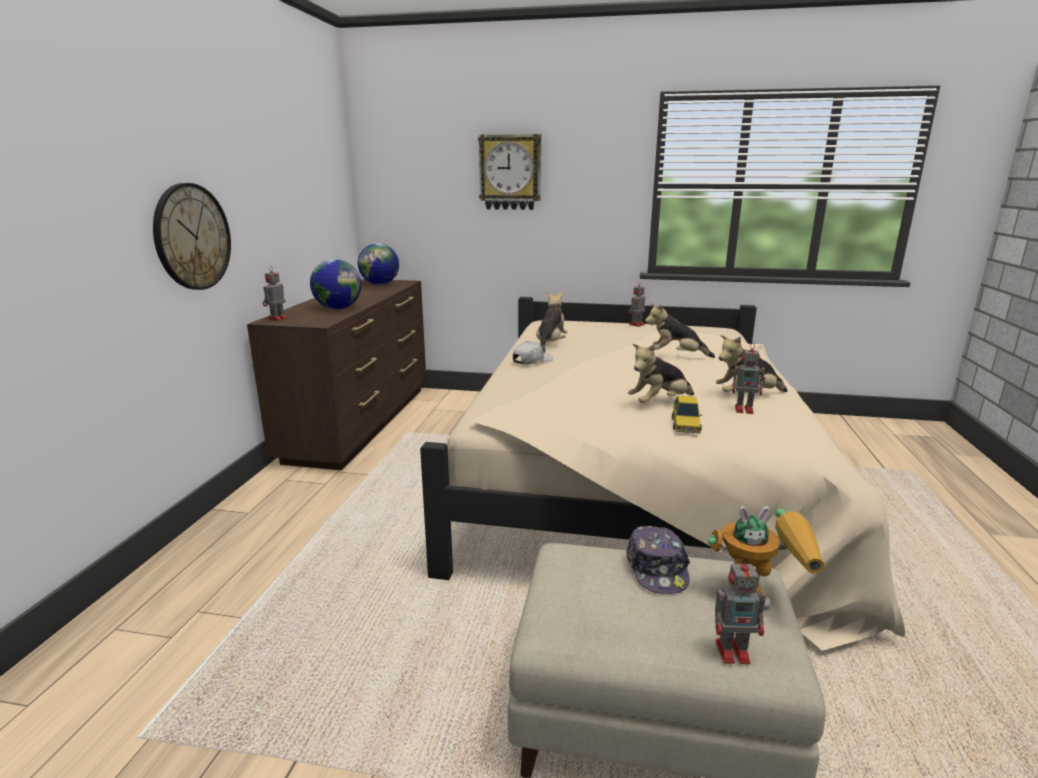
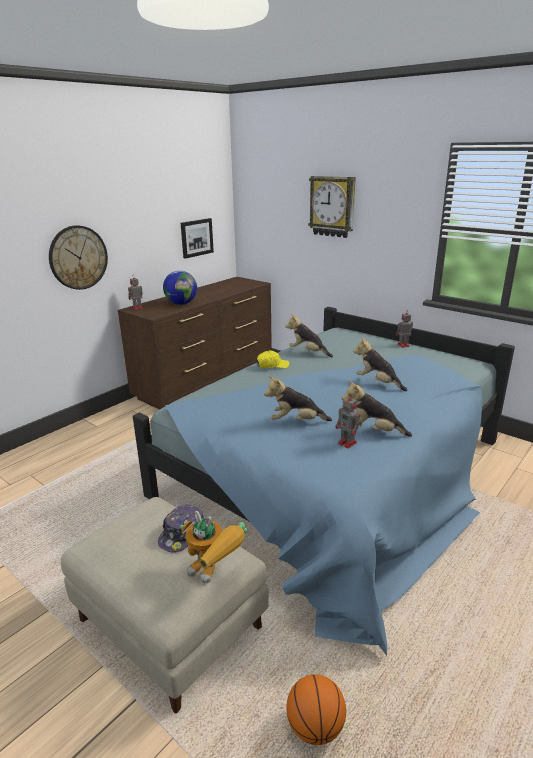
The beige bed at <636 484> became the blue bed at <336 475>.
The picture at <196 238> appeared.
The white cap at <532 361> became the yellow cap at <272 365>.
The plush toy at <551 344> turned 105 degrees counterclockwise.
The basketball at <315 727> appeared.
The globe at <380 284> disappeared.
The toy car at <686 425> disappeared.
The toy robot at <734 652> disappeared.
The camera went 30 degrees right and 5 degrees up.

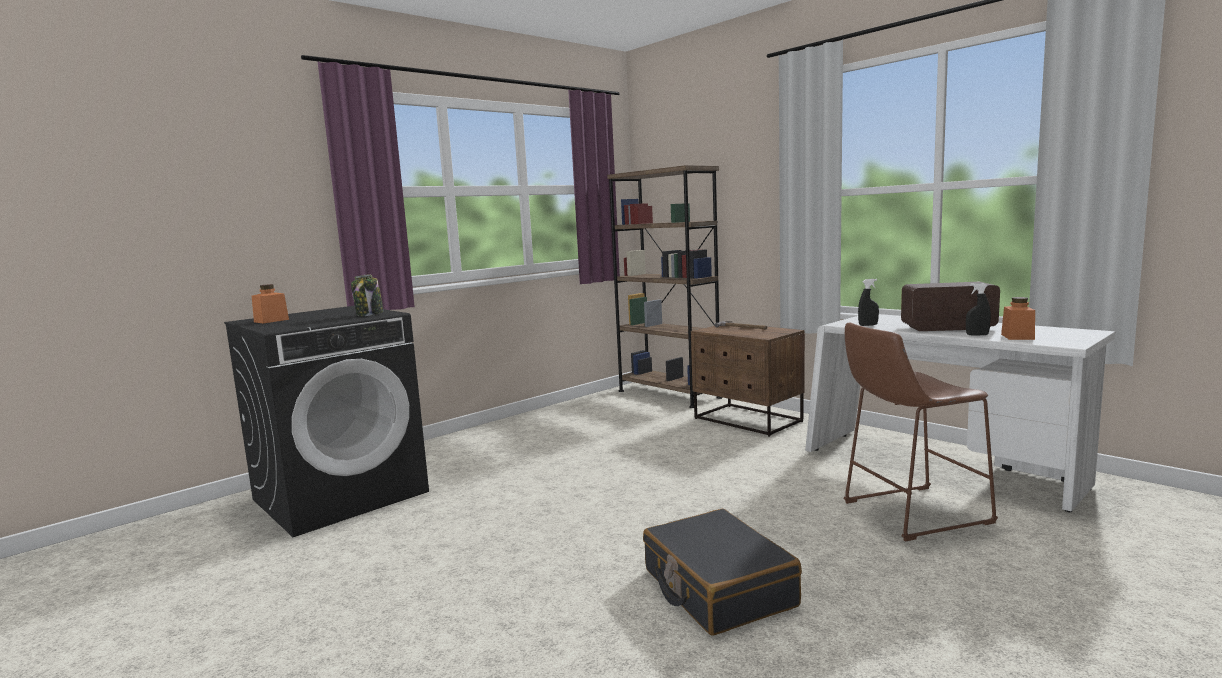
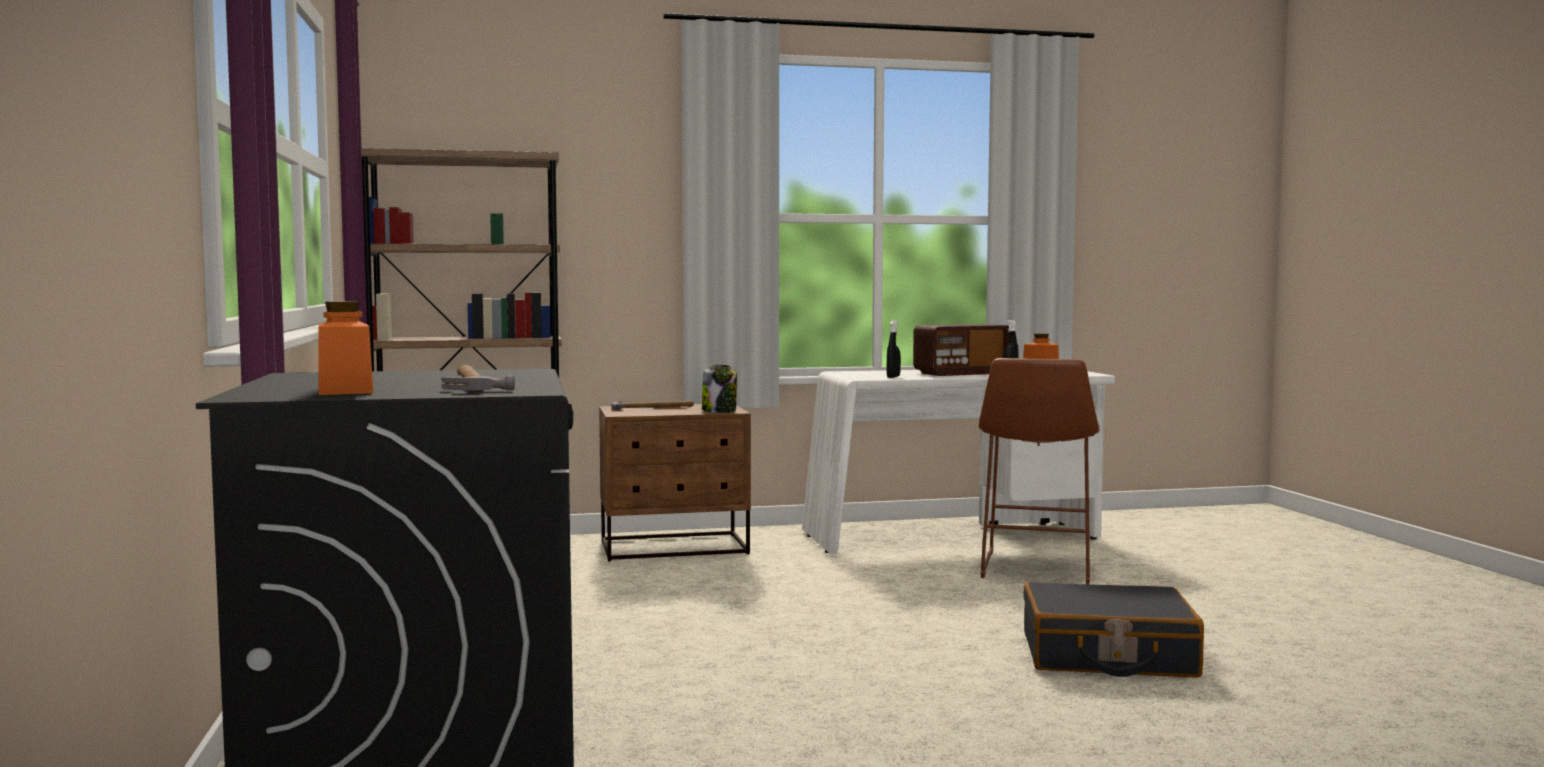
The hammer at <471 384> appeared.
The jar moved from <370 314> to <719 411>.
The radio at <948 327> turned 150 degrees counterclockwise.
The camera went 60 degrees left and 5 degrees down.

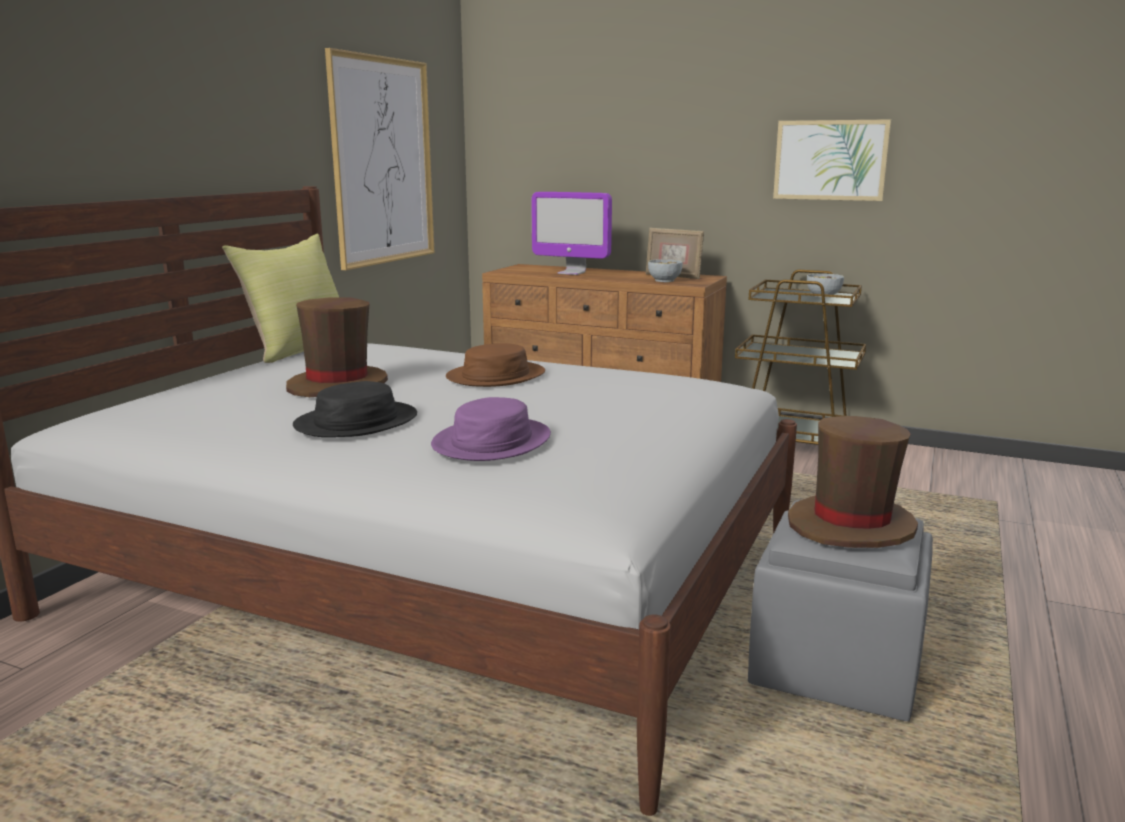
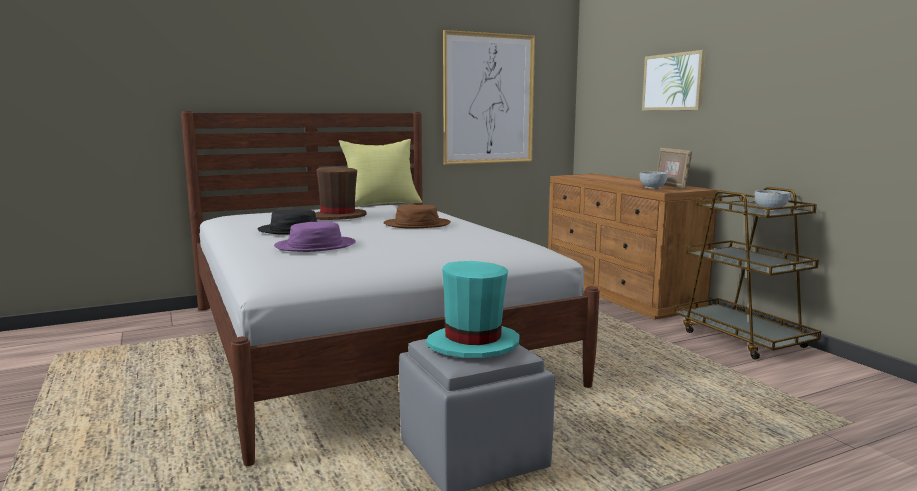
The brown hat at <851 525> became the turquoise hat at <473 344>.
The picture moved from <830 160> to <673 82>.
The monitor at <571 273> disappeared.
The camera went 40 degrees right and 5 degrees down.

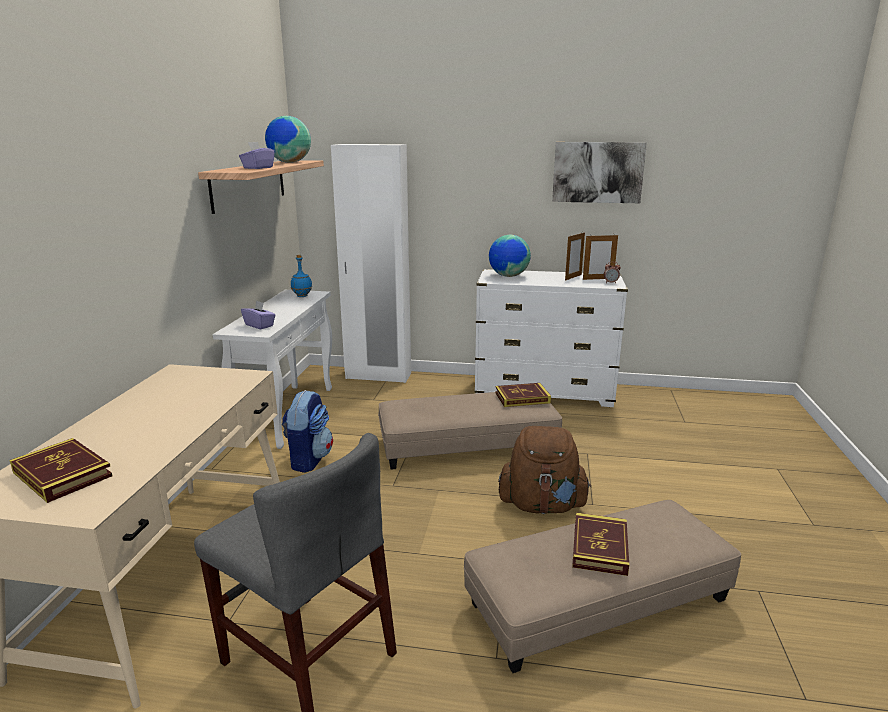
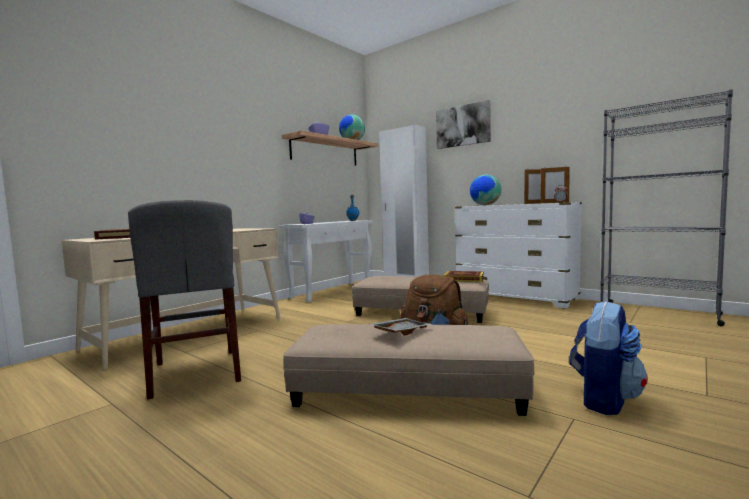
The book at <600 547> was replaced by the grey tray at <400 332>.
The picture moved from <597 172> to <463 125>.
The backpack moved from <308 459> to <604 399>.
The grey bookcase at <658 313> appeared.
The camera went 30 degrees right and 15 degrees down.

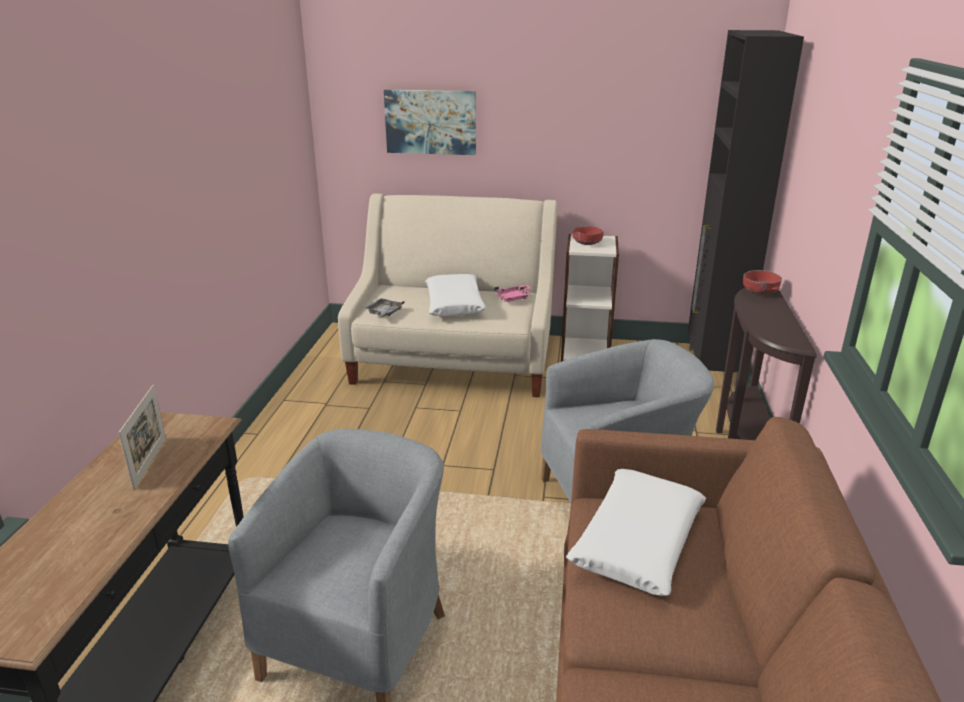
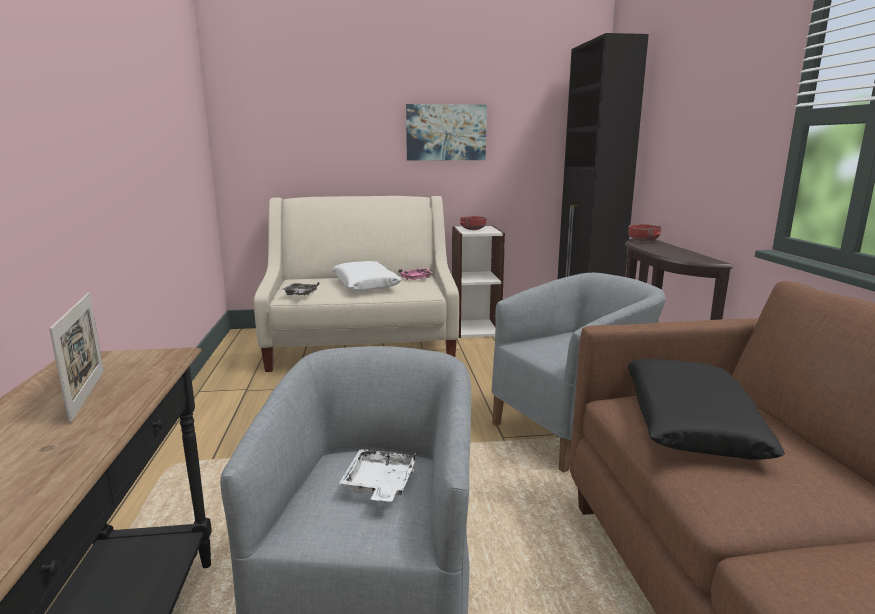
The white tray at <379 485> appeared.
The picture moved from <430 122> to <446 132>.
The white pillow at <637 542> became the black pillow at <689 422>.
The camera went 15 degrees left and 10 degrees down.

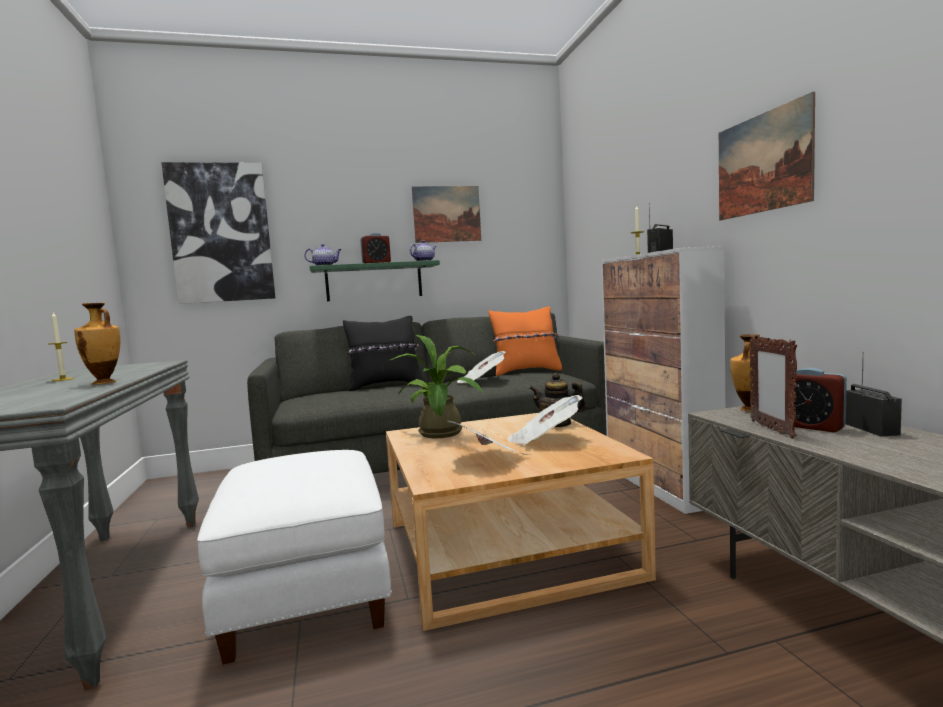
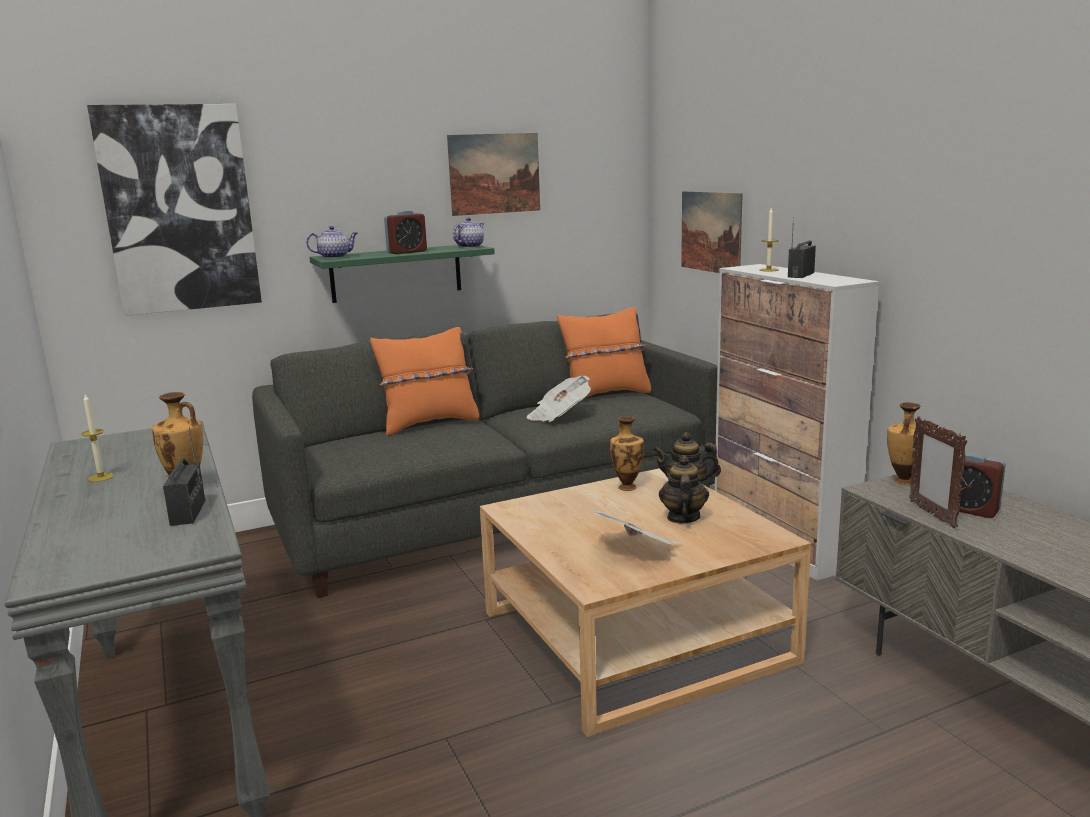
The radio moved from <871 429> to <188 513>.
The black pillow at <385 385> became the orange pillow at <429 423>.
The vase at <627 487> appeared.
The newspaper at <544 440> was replaced by the teapot at <683 518>.
The picture moved from <762 163> to <711 232>.
The white ottoman at <305 592> disappeared.
The potted plant at <441 435> disappeared.
The camera went 10 degrees left and 10 degrees up.

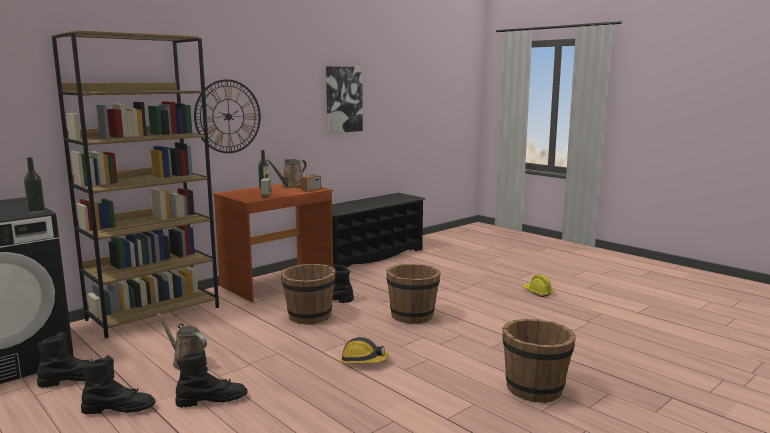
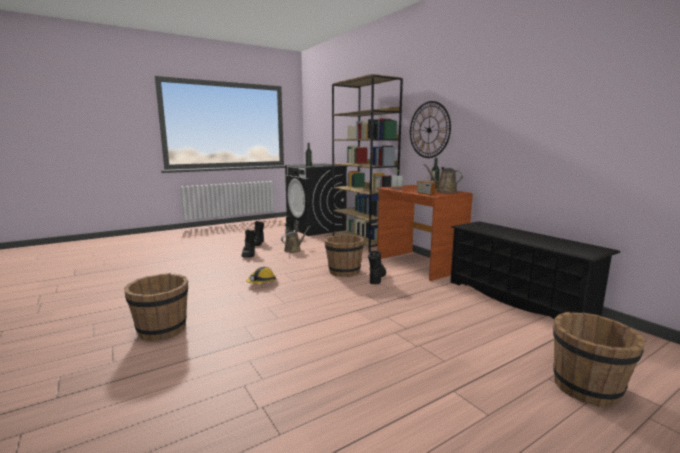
The brown bucket moved from <412 316> to <587 388>.
The picture at <343 99> disappeared.
The yellow hard hat at <537 292> disappeared.
The camera went 100 degrees right and 0 degrees up.

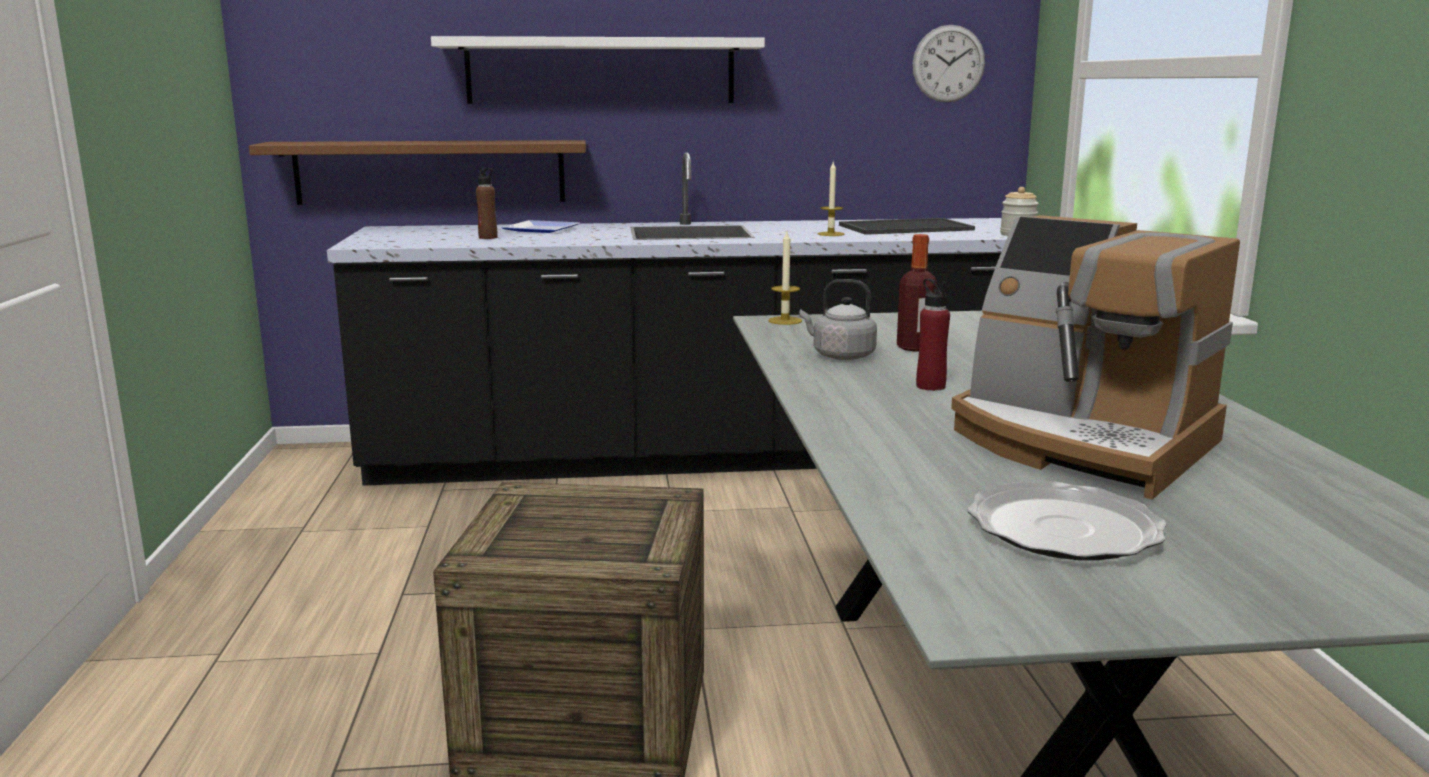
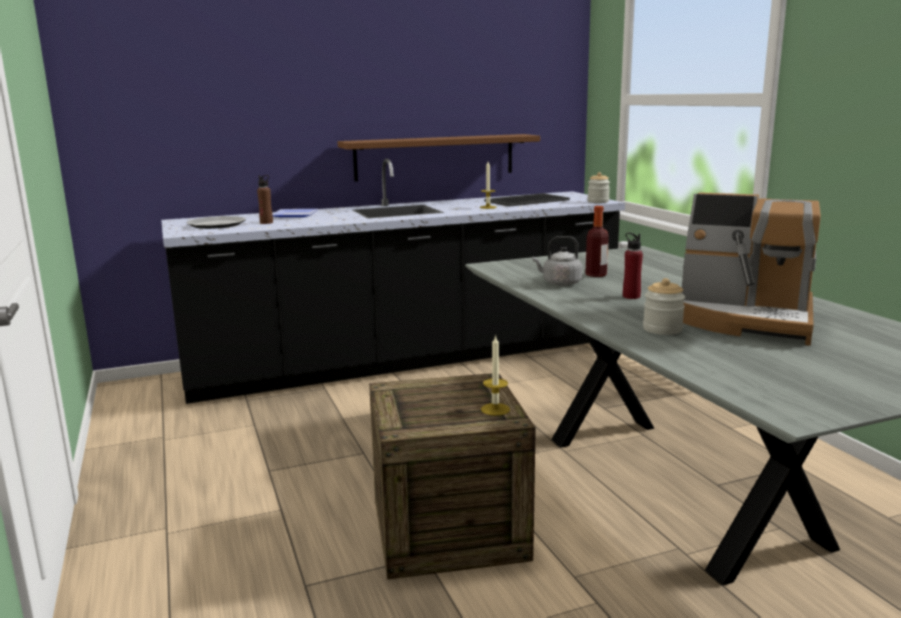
The plate moved from <1063 529> to <216 225>.
The brown shelf moved from <430 172> to <435 157>.
The candle moved from <785 321> to <495 409>.
The jar at <662 329> appeared.
The white shelf at <601 71> disappeared.
The wall clock at <948 64> disappeared.
The camera went 15 degrees left and 0 degrees up.

